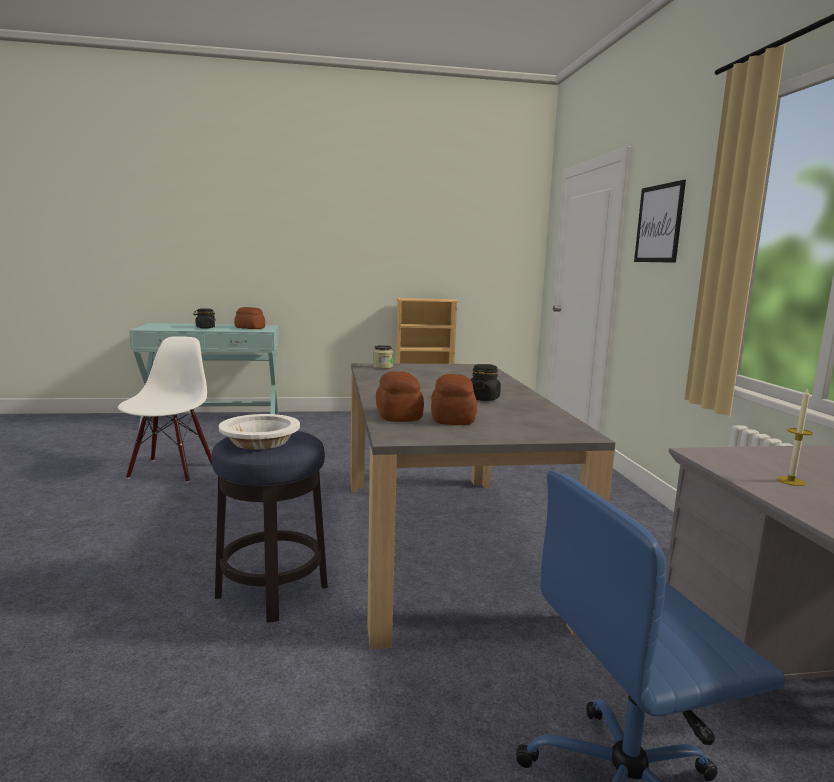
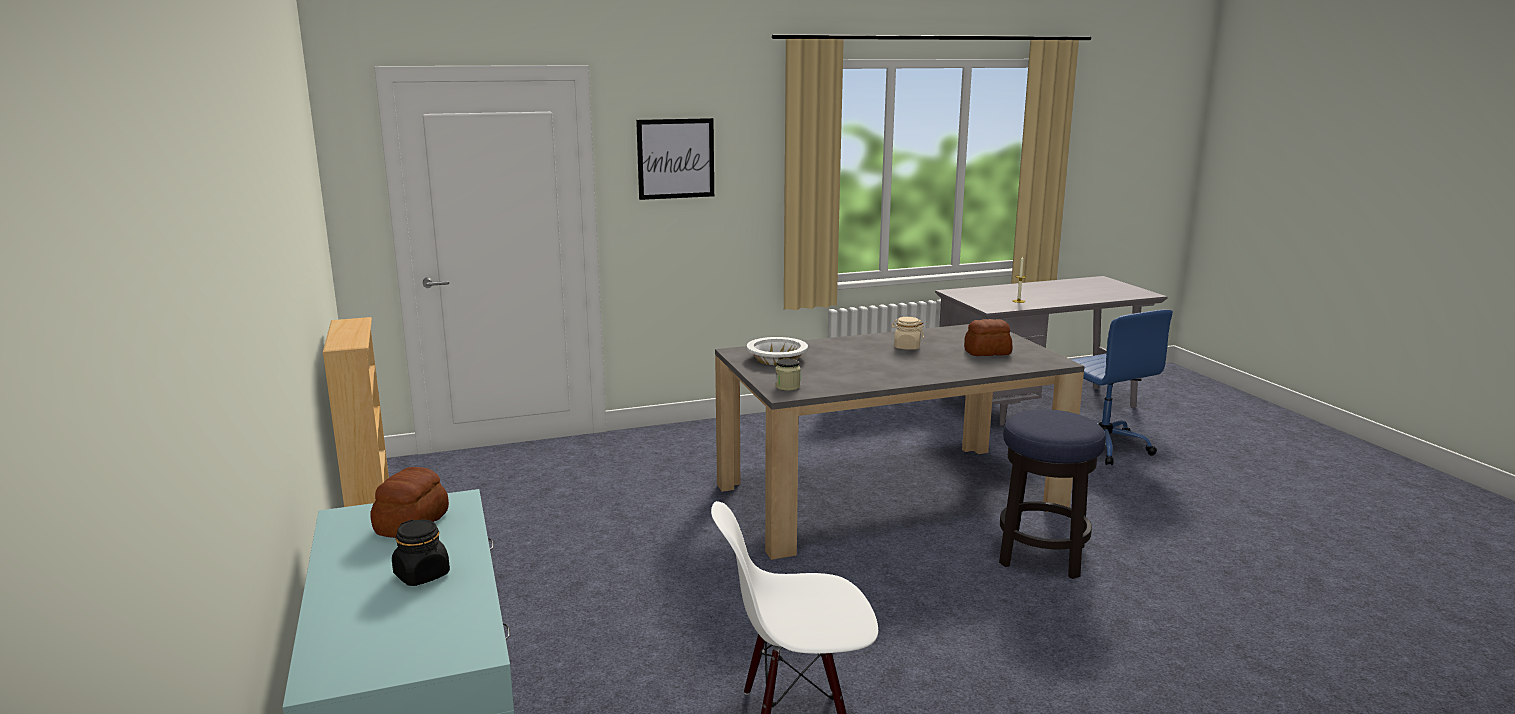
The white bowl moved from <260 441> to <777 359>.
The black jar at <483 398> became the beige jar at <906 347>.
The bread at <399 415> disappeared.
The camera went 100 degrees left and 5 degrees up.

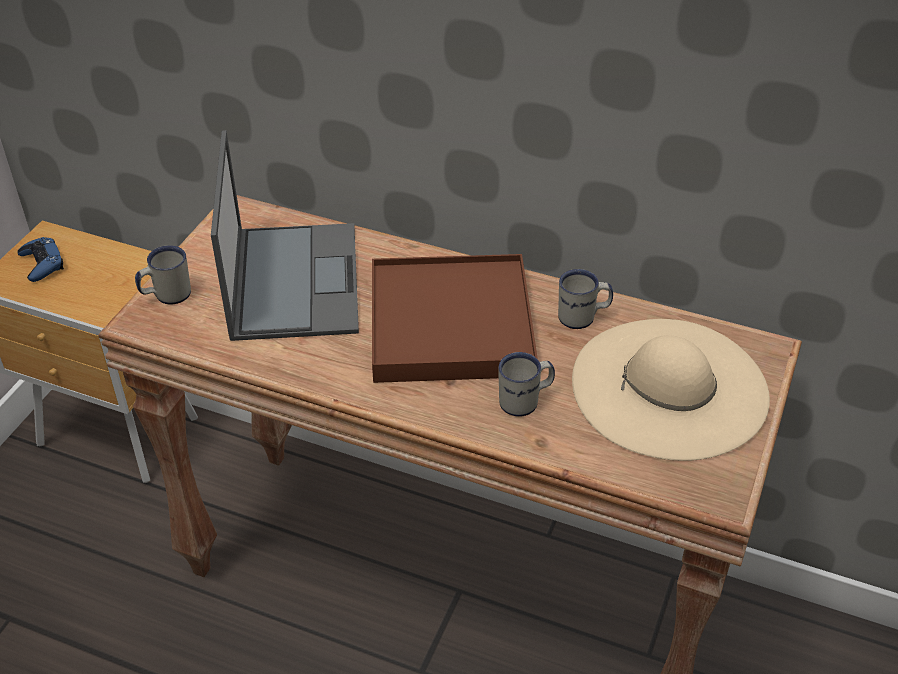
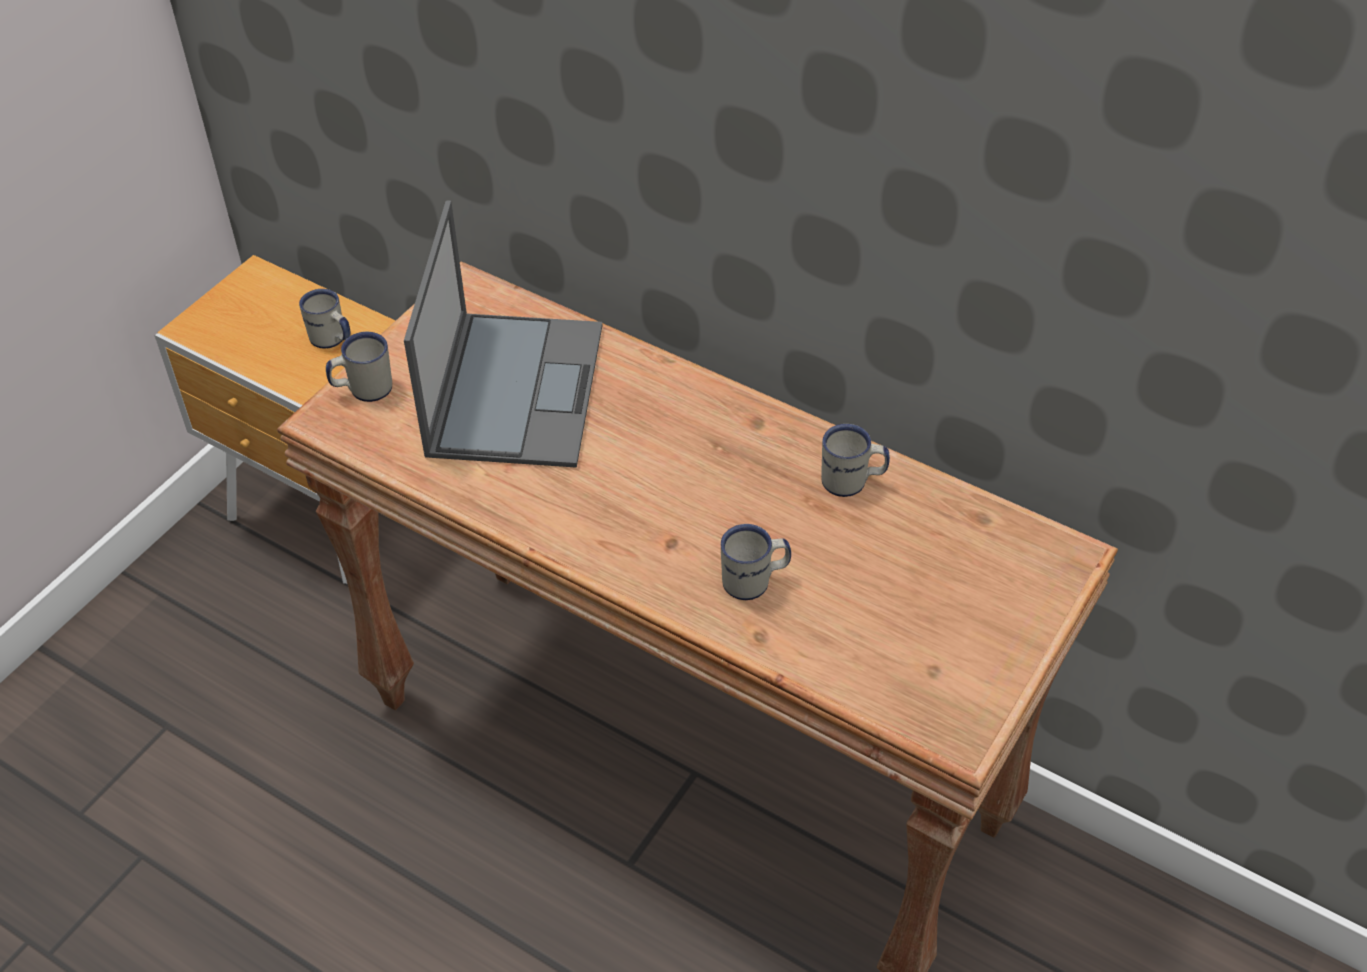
The white mug at <332 340> appeared.
The blue game controller at <42 263> disappeared.
The brown tray at <451 325> disappeared.
The beige hat at <669 387> disappeared.
The camera went 10 degrees right and 5 degrees up.

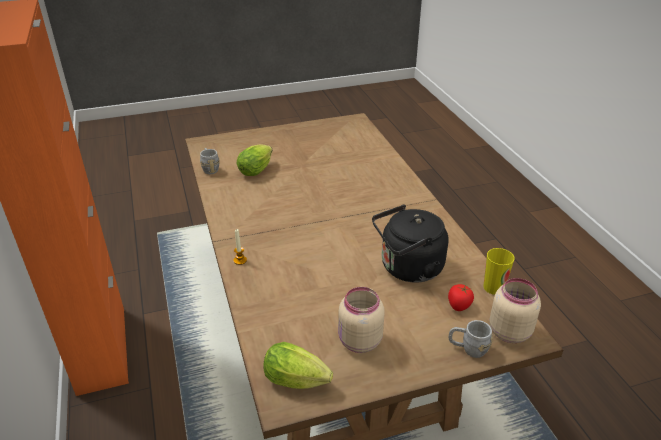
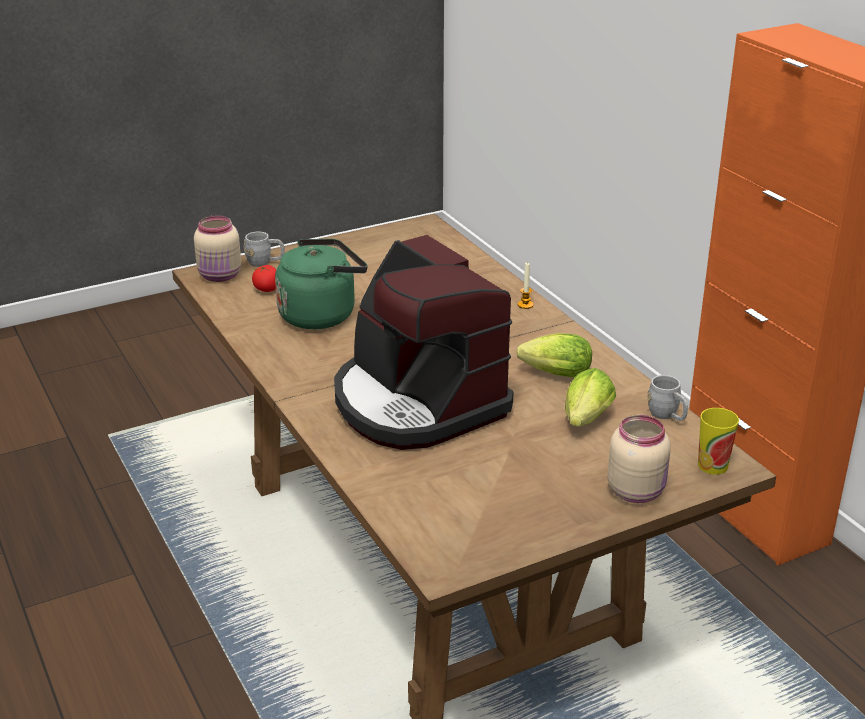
The black kettle at <408 268> became the green kettle at <321 314>.
The coffee machine at <417 403> appeared.
The lettuce moved from <299 381> to <552 374>.
The beige jar moved from <358 341> to <636 491>.
The cup moved from <493 287> to <712 465>.
The camera went 170 degrees right and 5 degrees down.

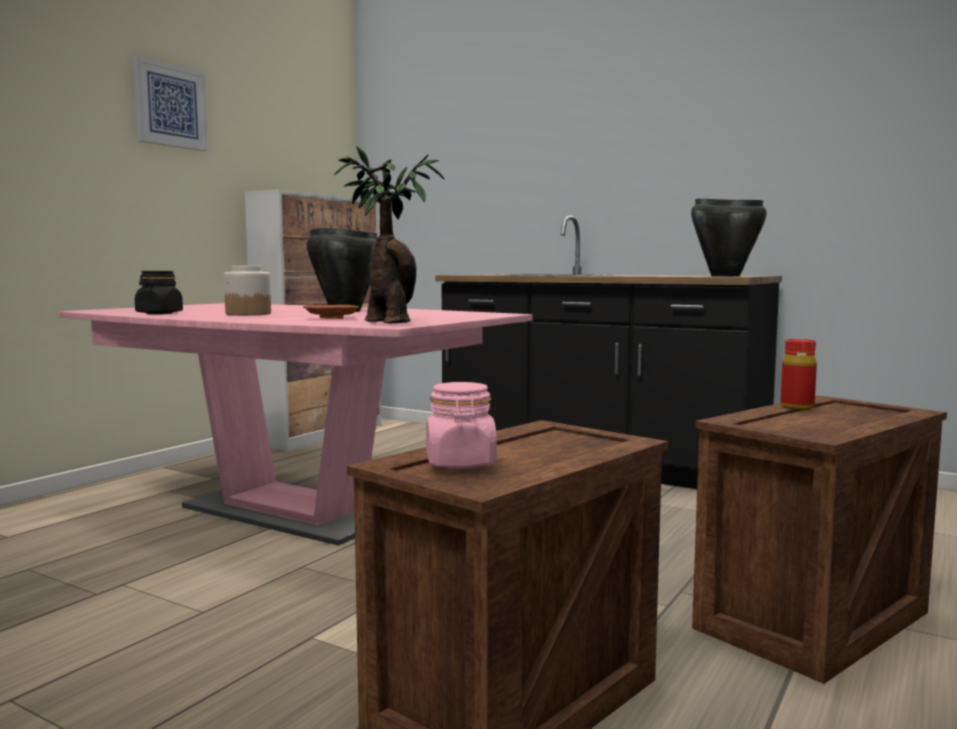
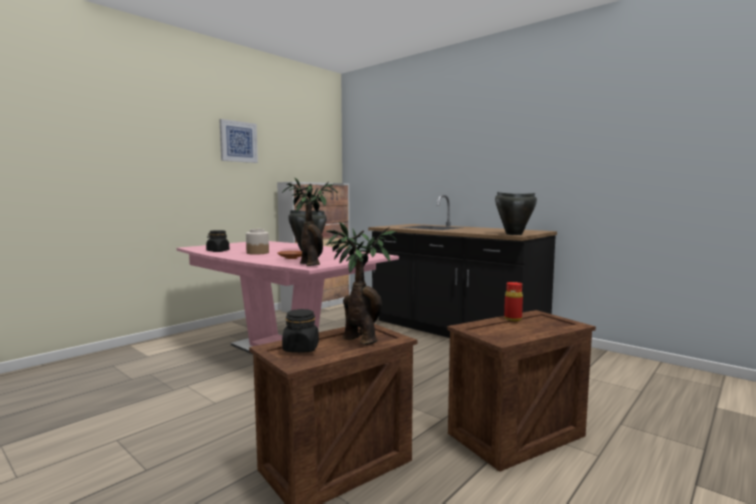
The pink jar at <460 463> became the black jar at <301 349>.
The potted plant at <358 339> appeared.
The camera went 10 degrees right and 0 degrees up.

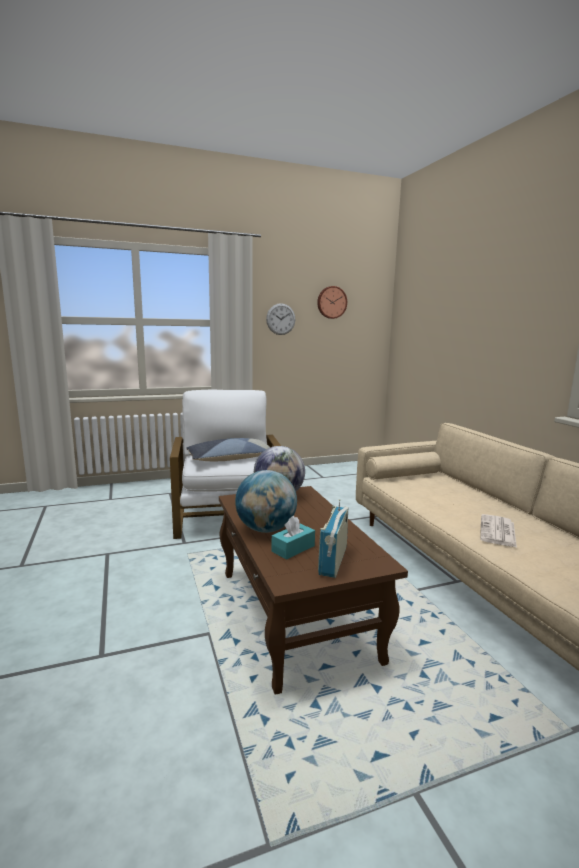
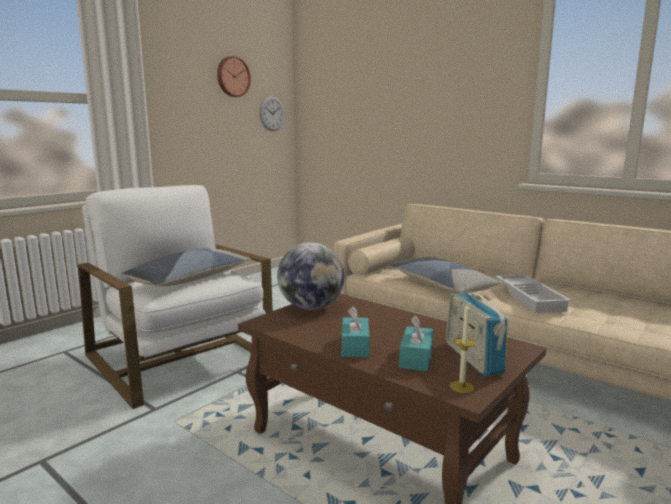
The wall clock moved from <280 319> to <272 113>.
The globe at <265 529> was replaced by the turquoise tissue box at <355 346>.
The pillow at <442 285> appeared.
The candle at <461 387> appeared.
The newspaper at <498 532> was replaced by the white tray at <531 298>.
The camera went 30 degrees left and 0 degrees up.

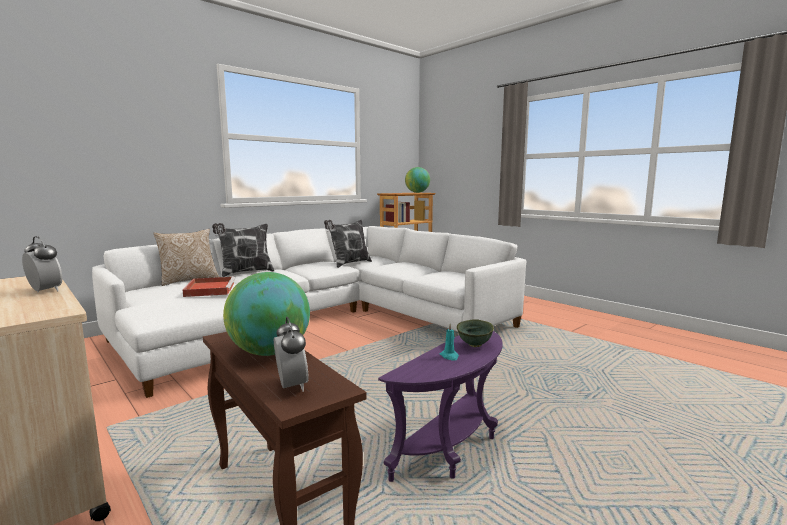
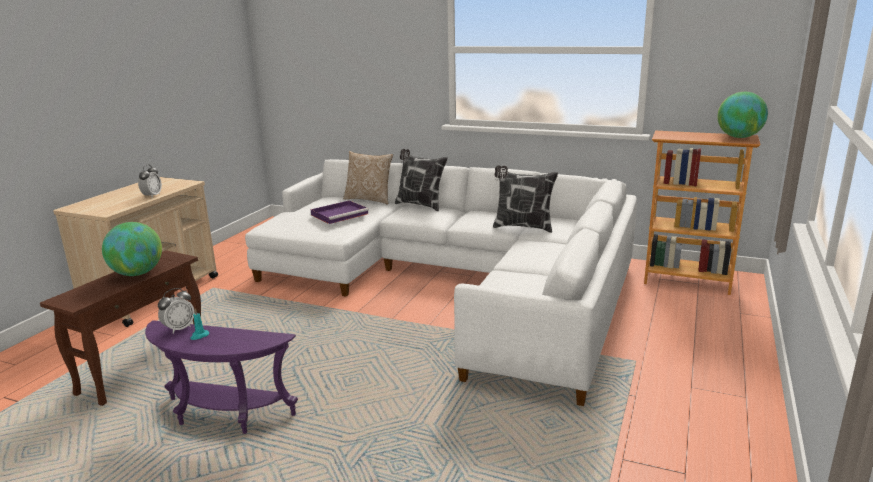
The alarm clock moved from <291 386> to <179 328>.
The red tray at <210 289> became the purple tray at <340 214>.
The green bowl at <475 345> disappeared.
The camera went 65 degrees right and 10 degrees up.

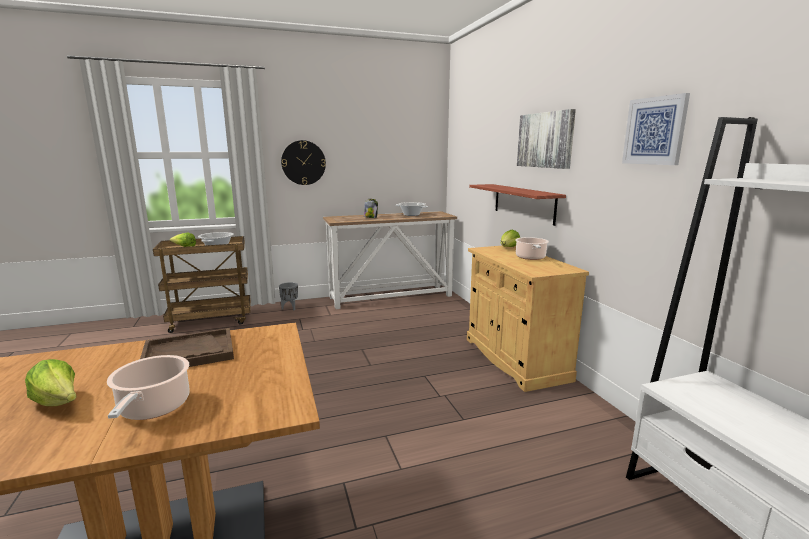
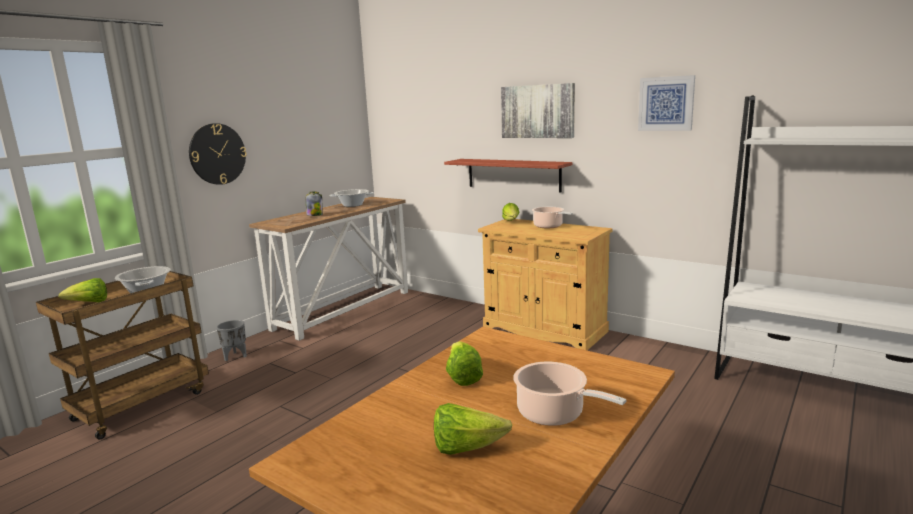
The brown tray at <188 353> was replaced by the lettuce at <463 377>.
The camera went 35 degrees left and 0 degrees up.

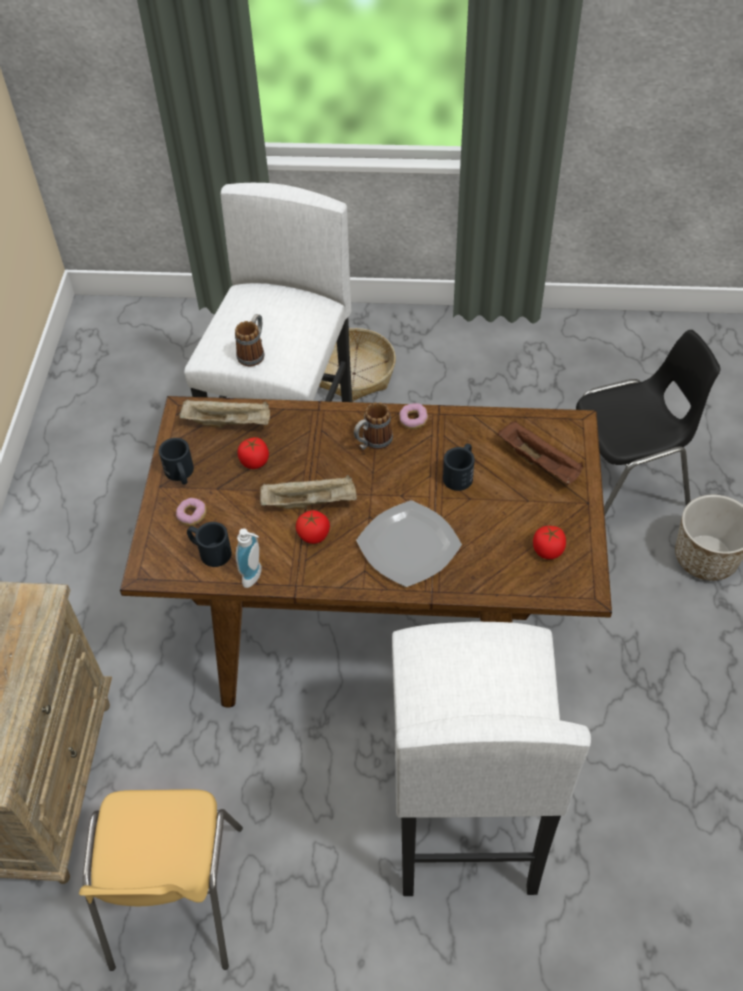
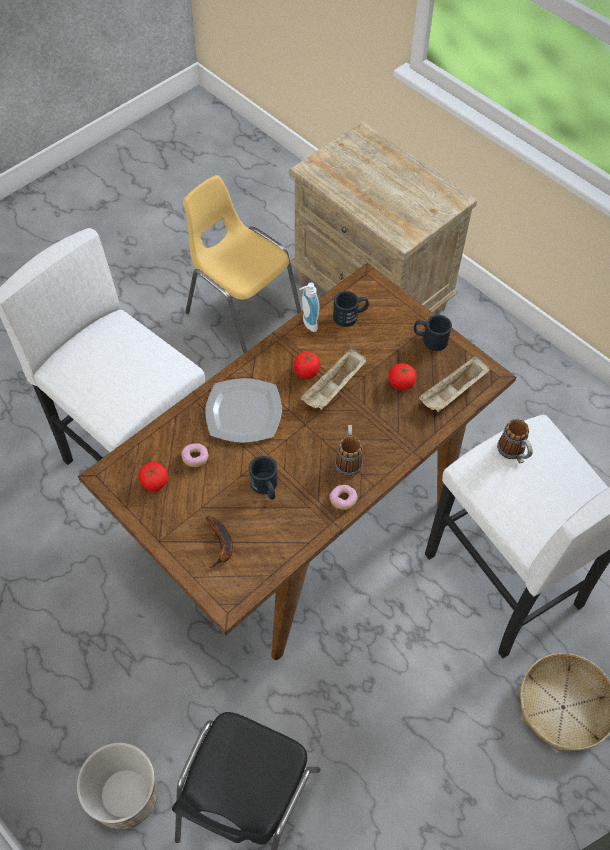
The donut moved from <192 516> to <195 458>.
The brown tray at <540 463> was replaced by the banana at <221 544>.
The camera went 130 degrees right and 5 degrees up.

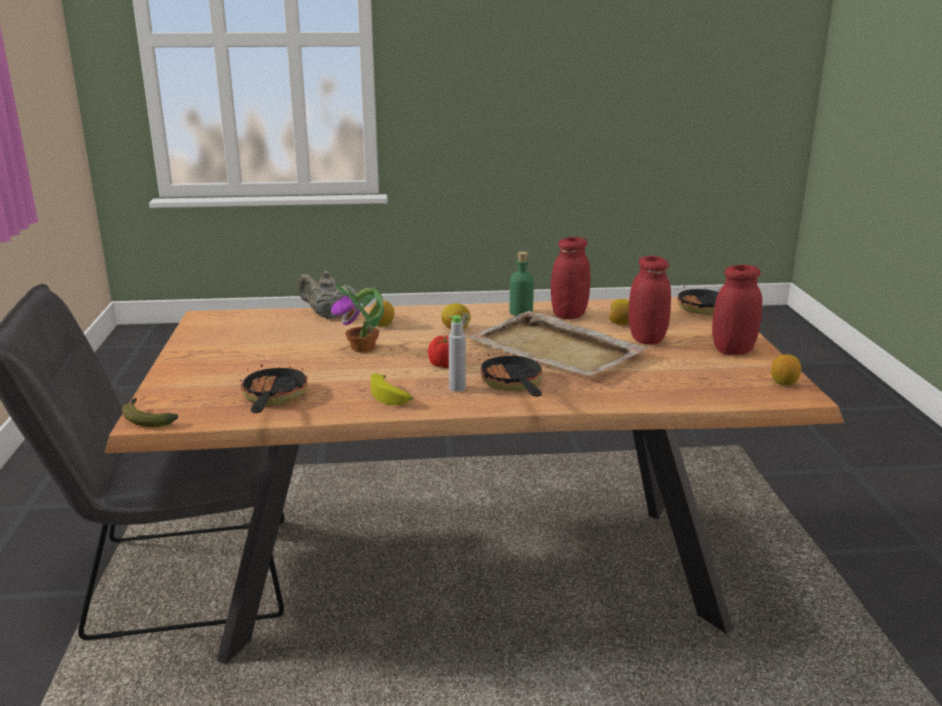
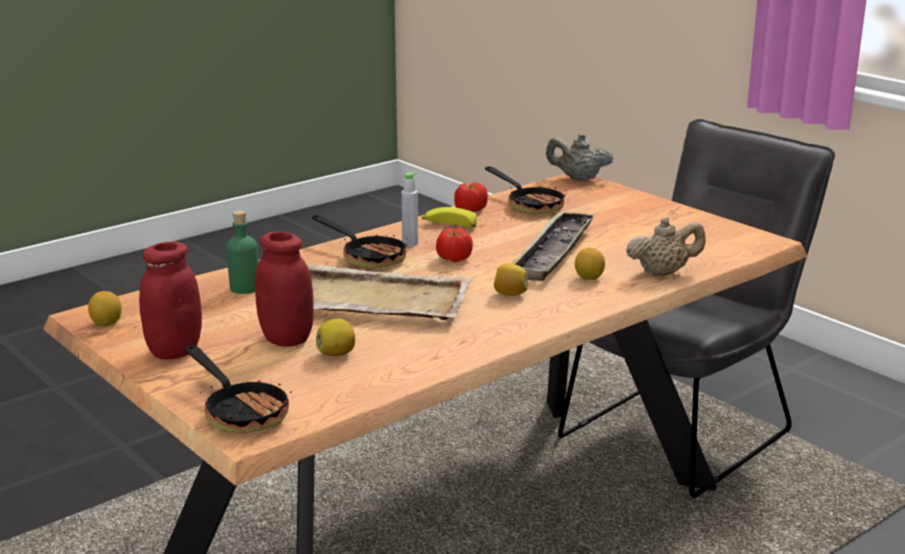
The green bottle moved from <521 312> to <245 288>.
The tomato at <470 209> appeared.
The potted plant at <363 348> was replaced by the tray at <553 253>.
The banana at <146 419> was replaced by the beige teapot at <578 179>.
The red jar at <569 315> disappeared.
The camera went 145 degrees right and 0 degrees up.

